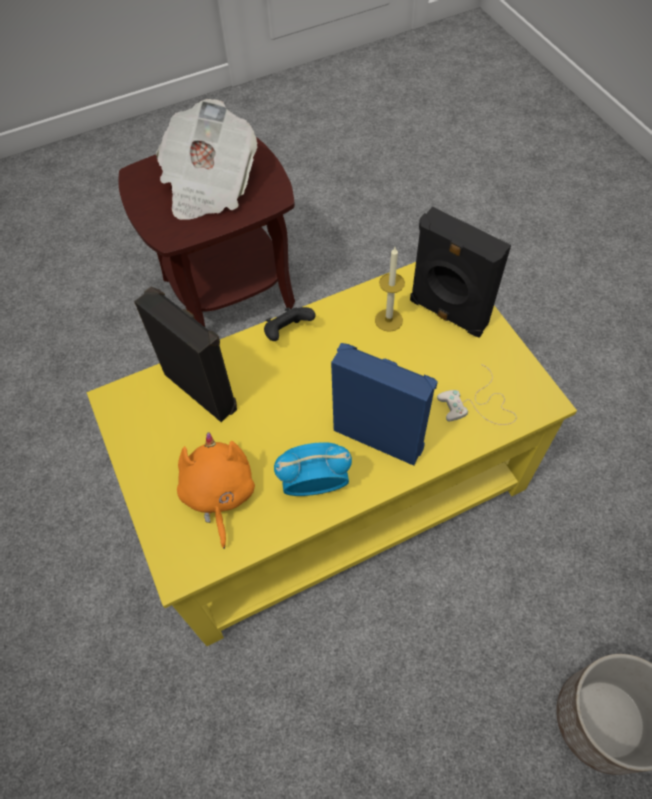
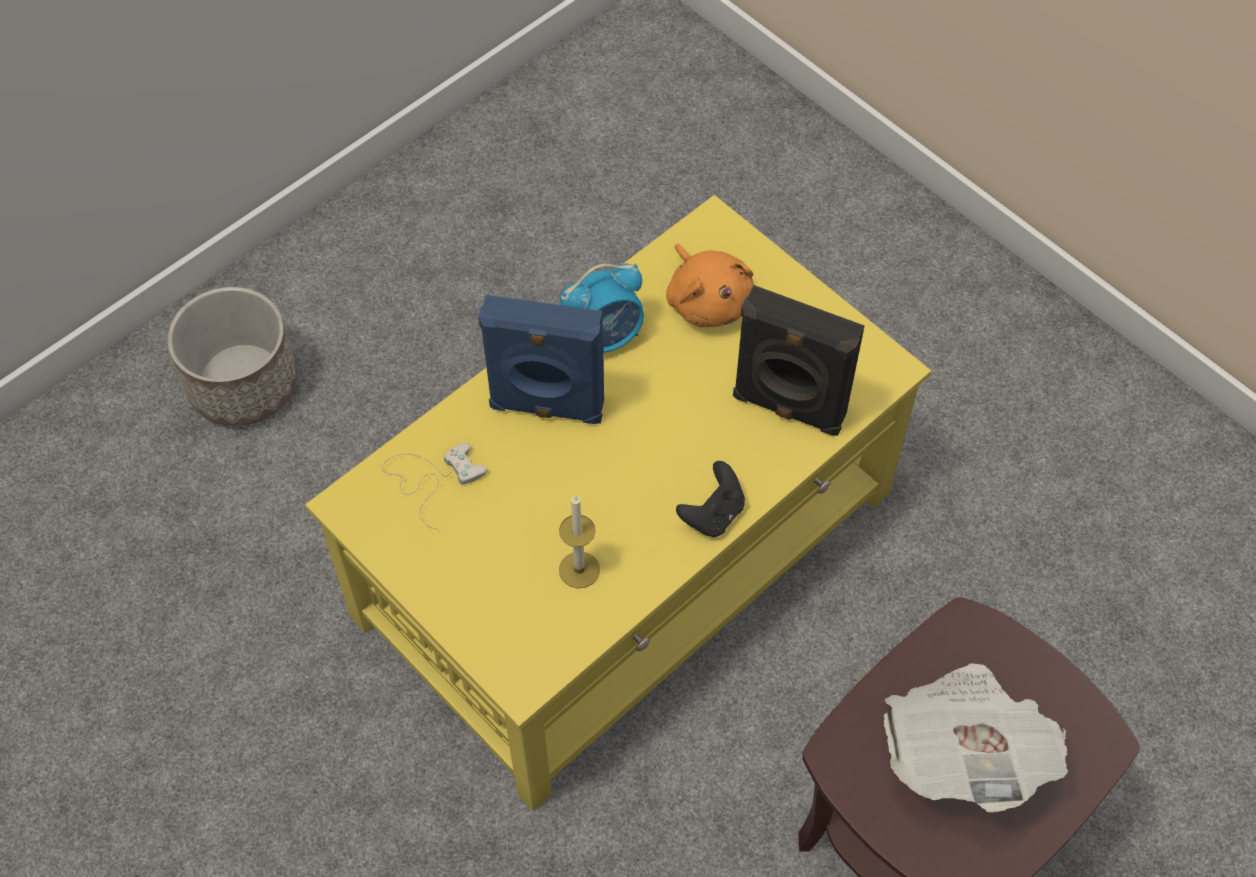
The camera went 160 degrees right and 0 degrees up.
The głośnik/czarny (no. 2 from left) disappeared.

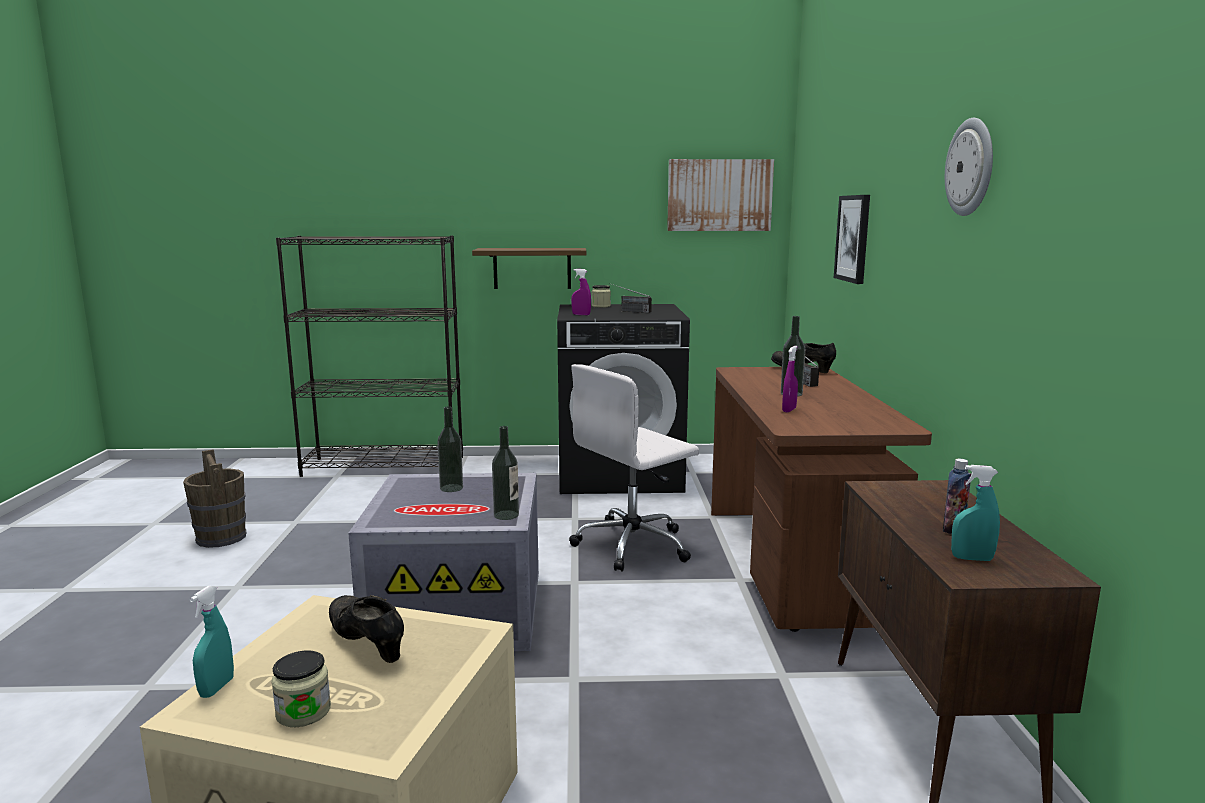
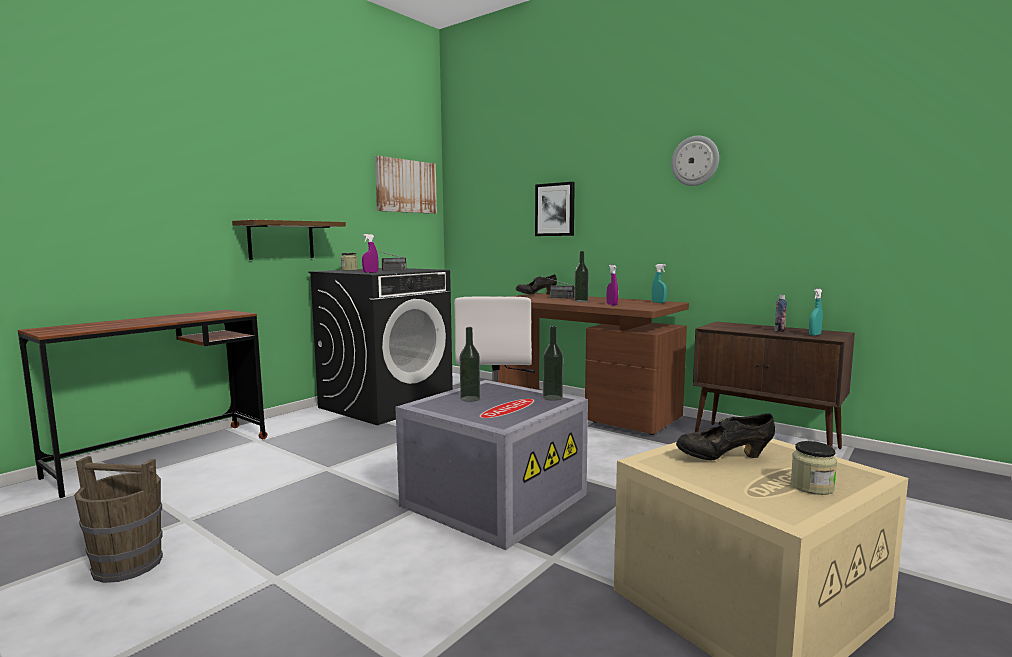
The camera went 50 degrees left and 5 degrees down.
The regał/czarny was replaced by the biurko/brązowy (no. 1 from left).
The spryskiwacz/turkusowy (no. 1 from left) moved.

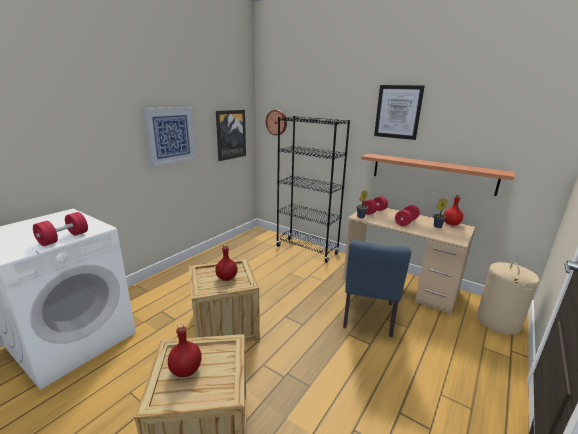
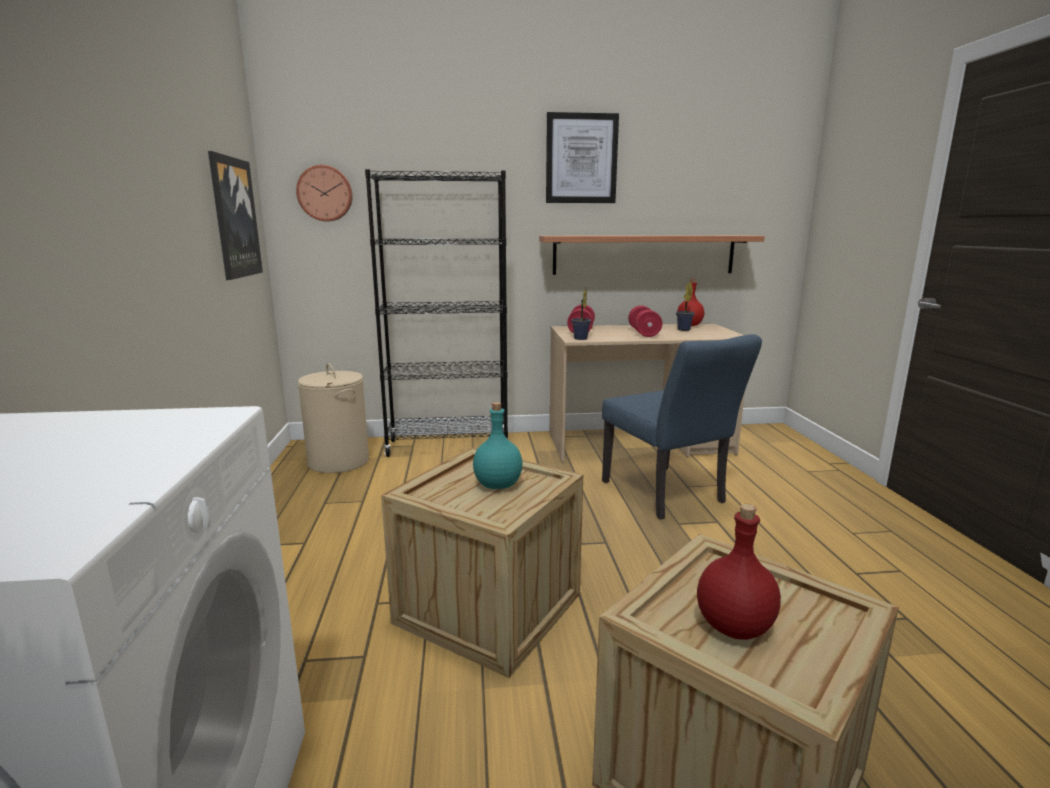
The camera went 40 degrees left and 5 degrees down.
The obraz (no. 1 from left) disappeared.
The hantel/czerwony (no. 1 from left) disappeared.
The butelka/czerwony (no. 2 from left) became the butelka/turkusowy.
The kosz na pranie/beżowy moved.

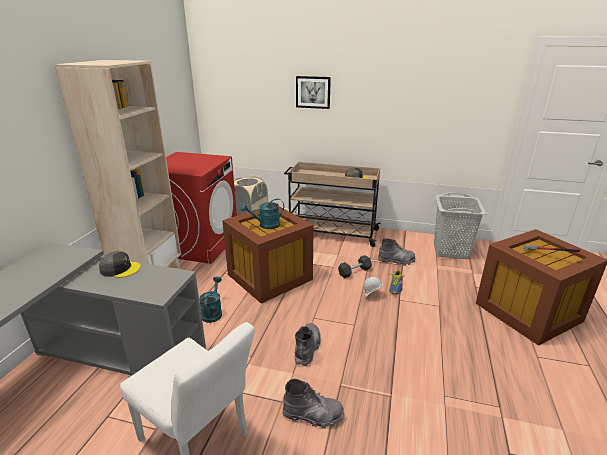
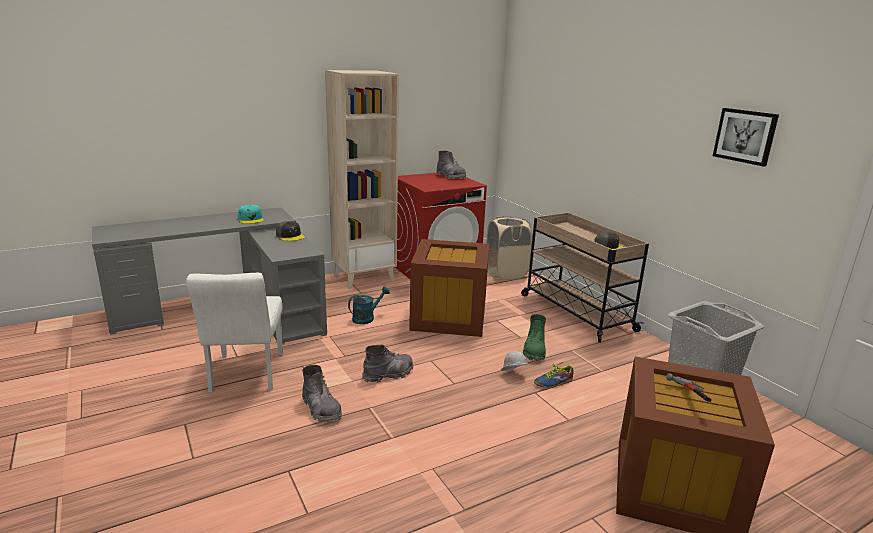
The camera went 45 degrees right and 5 degrees down.
The obraz moved.
The konewka/turkusowy (no. 2 from left) disappeared.
The but z cholewką/szary (no. 3 from left) moved.
The hantel/szary was replaced by the but z cholewką/zielony.
The czapka z daszkiem/turkusowy appeared.

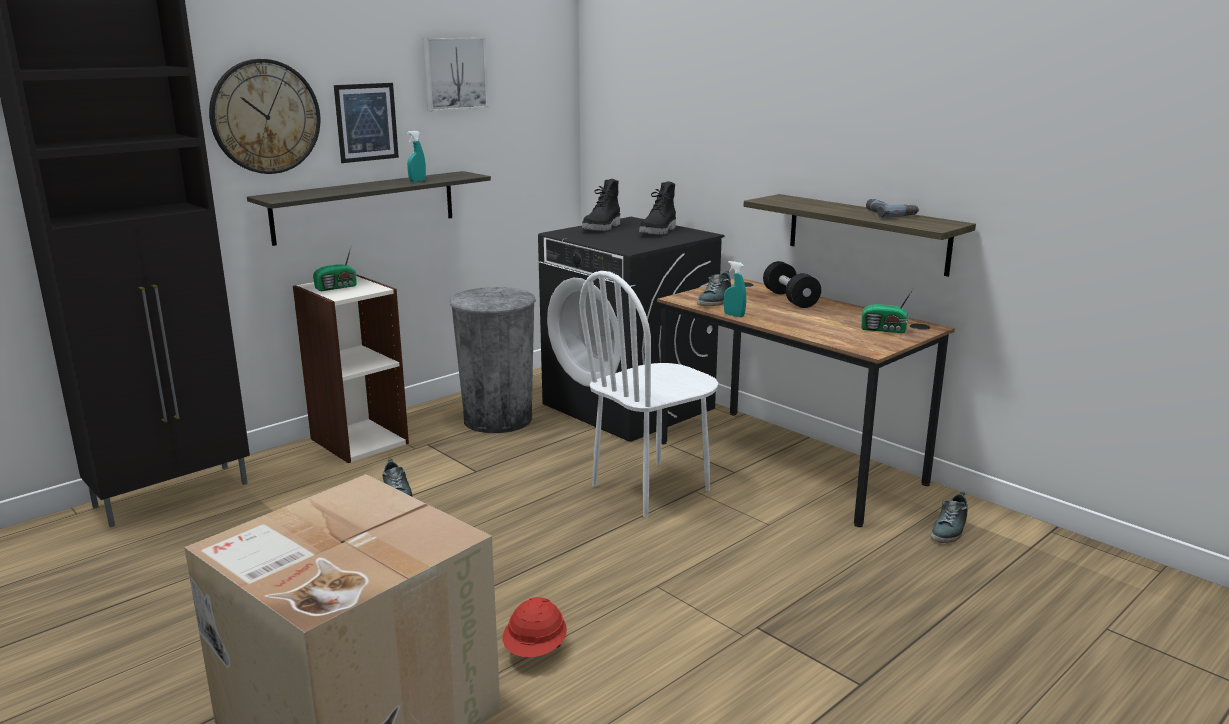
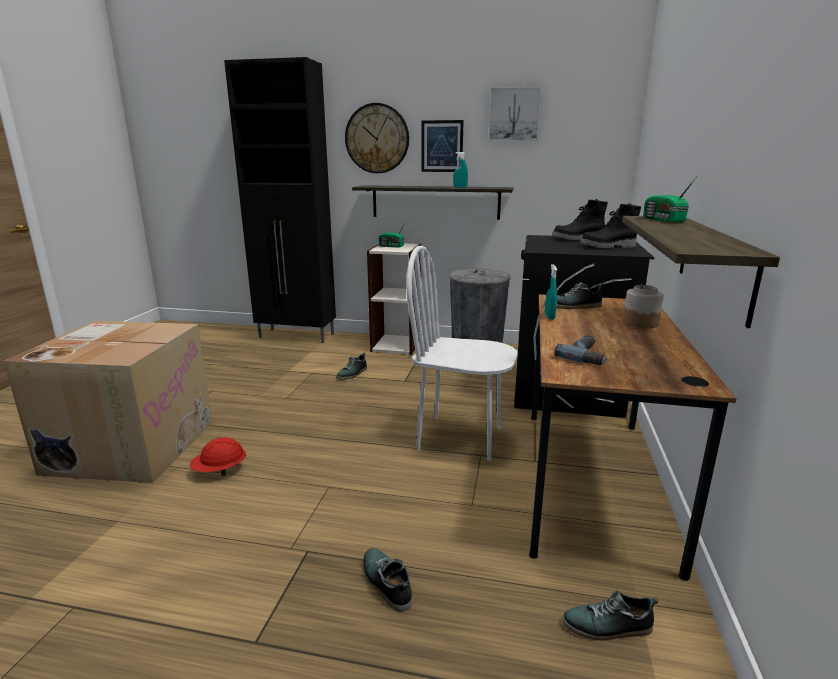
The camera went 55 degrees right and 0 degrees up.
The wiertarka moved.
The hantel/czarny was replaced by the słoik.
The radio (no. 2 from left) moved.
The but (no. 2 from left) appeared.

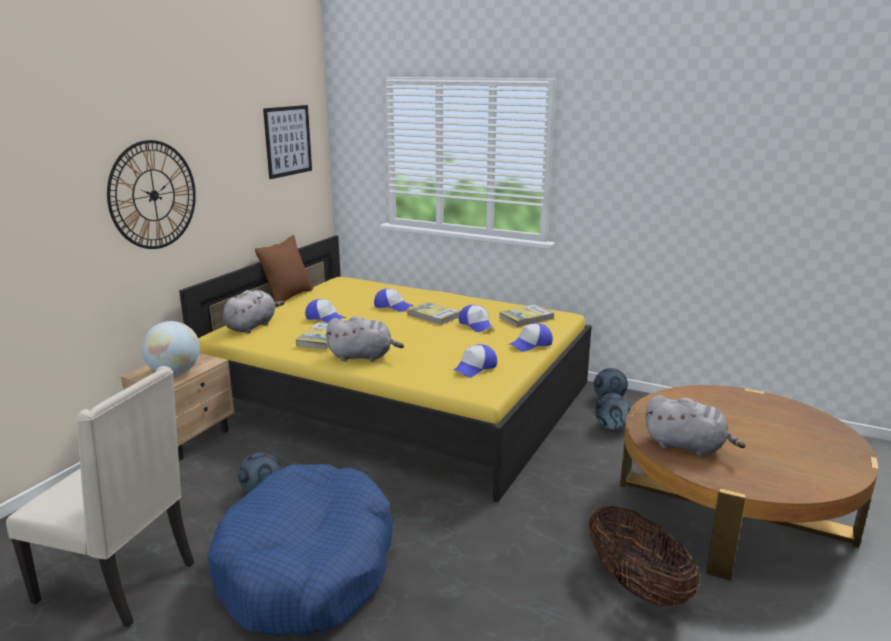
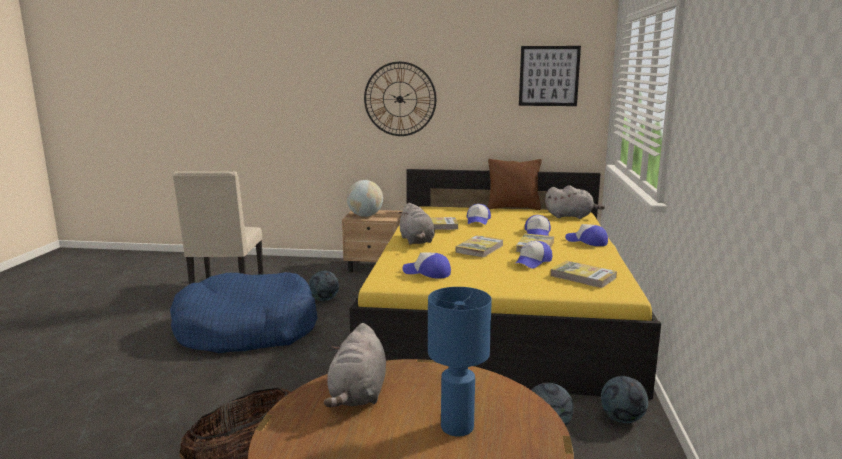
The camera went 70 degrees right and 5 degrees down.
The pluszak/szary (no. 1 from left in the first image) moved.
The czapka z daszkiem (no. 5 from left) moved.
The książka (no. 2 from left) appeared.
The lampa stołowa/niebieski appeared.

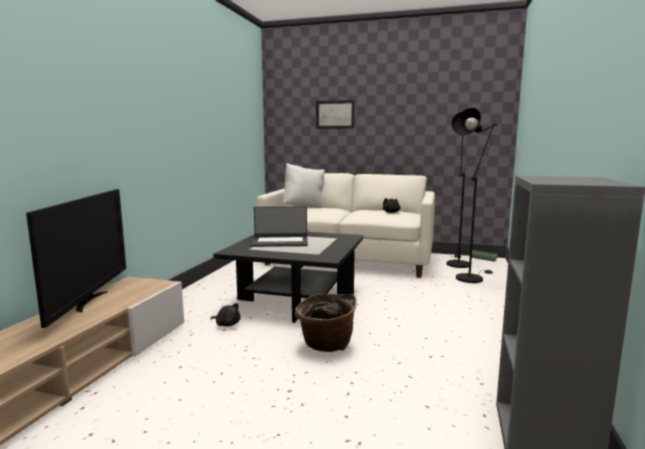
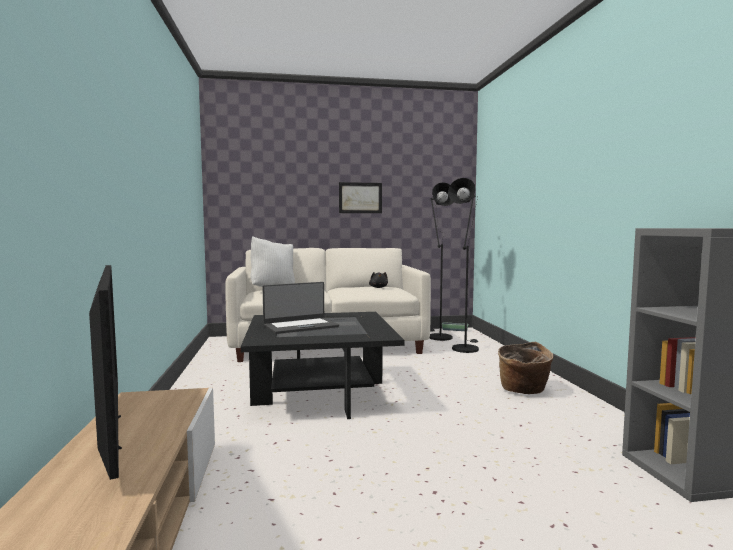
The camera went 25 degrees left and 5 degrees down.
The obraz moved.
The koszyk moved.
The pluszak/czarny (no. 1 from left) disappeared.

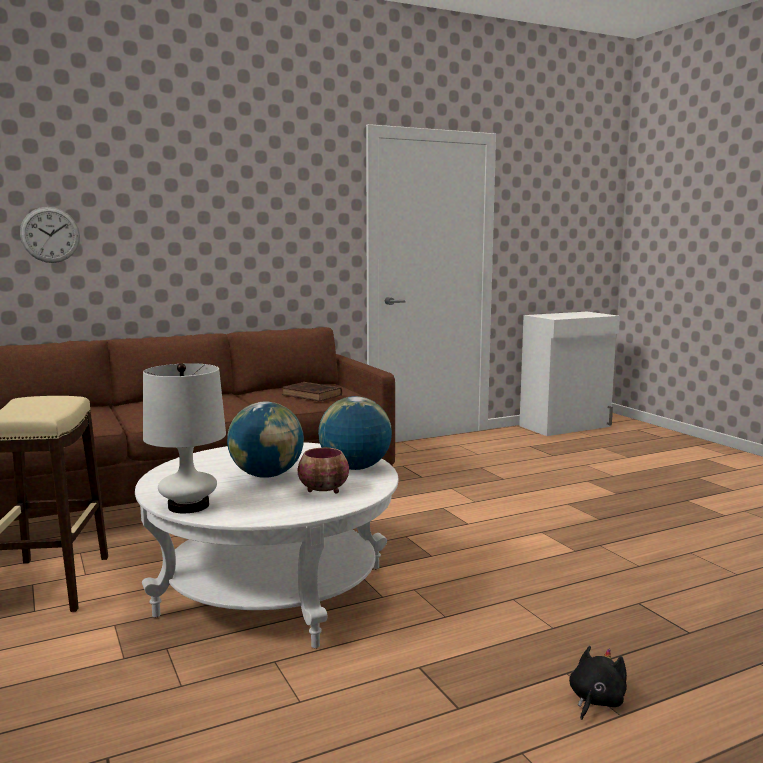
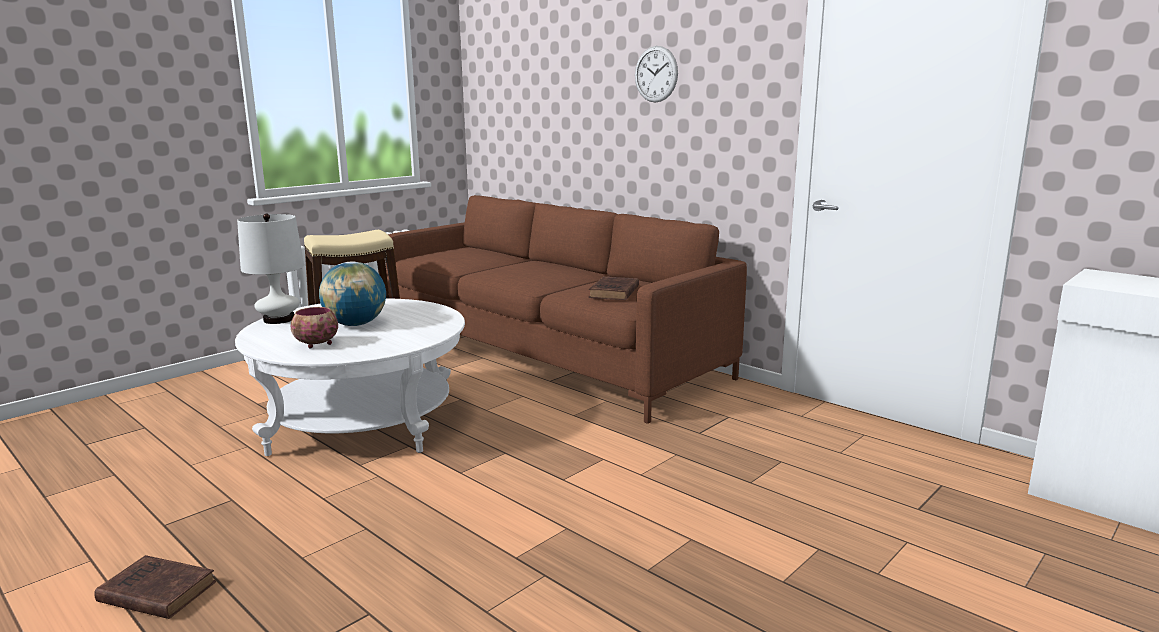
The camera went 70 degrees right and 5 degrees up.
The zegar ścienny moved.
The globus (no. 2 from left) disappeared.
The pluszak/czarny was replaced by the książka/brązowy (no. 1 from left).

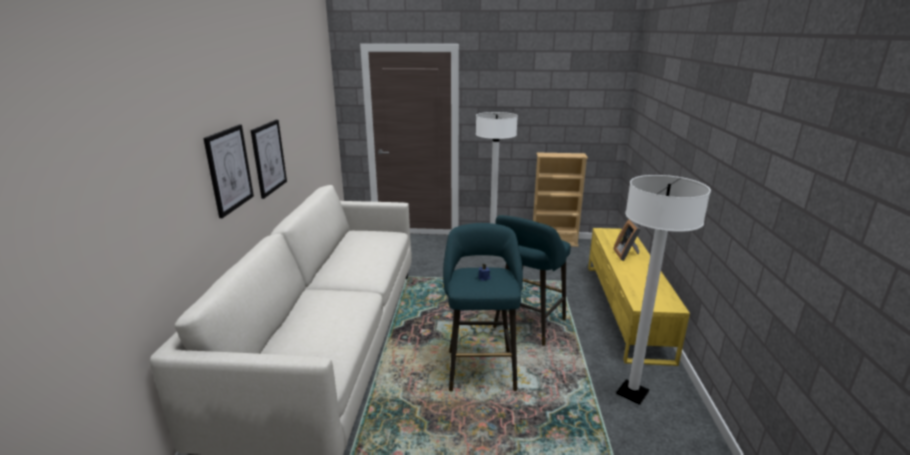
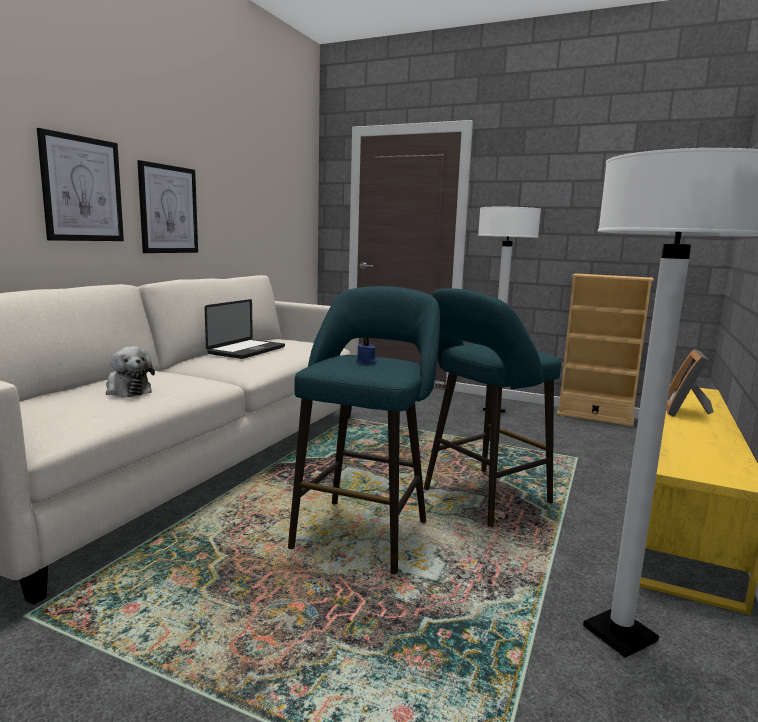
The camera went 20 degrees right and 10 degrees down.
The laptop appeared.
The pluszak appeared.

